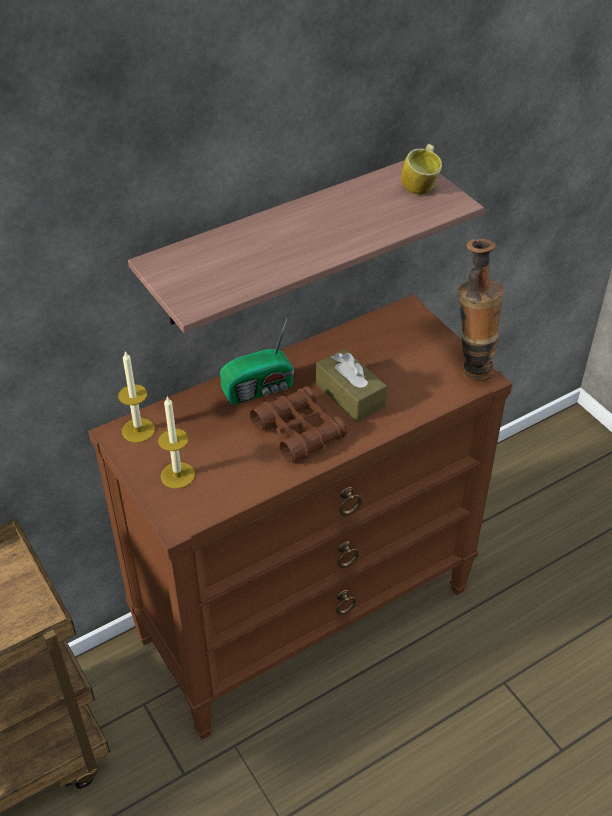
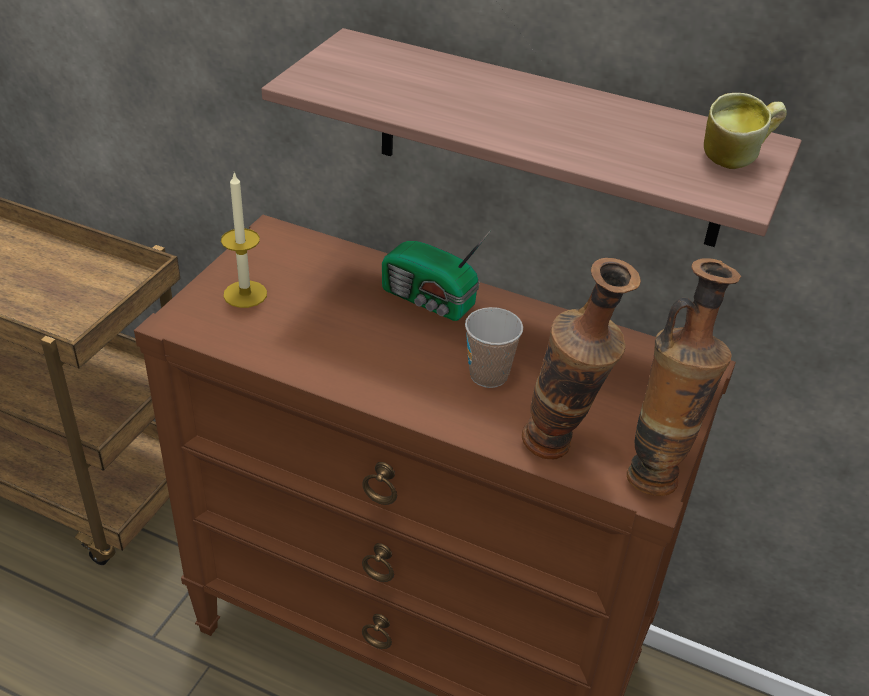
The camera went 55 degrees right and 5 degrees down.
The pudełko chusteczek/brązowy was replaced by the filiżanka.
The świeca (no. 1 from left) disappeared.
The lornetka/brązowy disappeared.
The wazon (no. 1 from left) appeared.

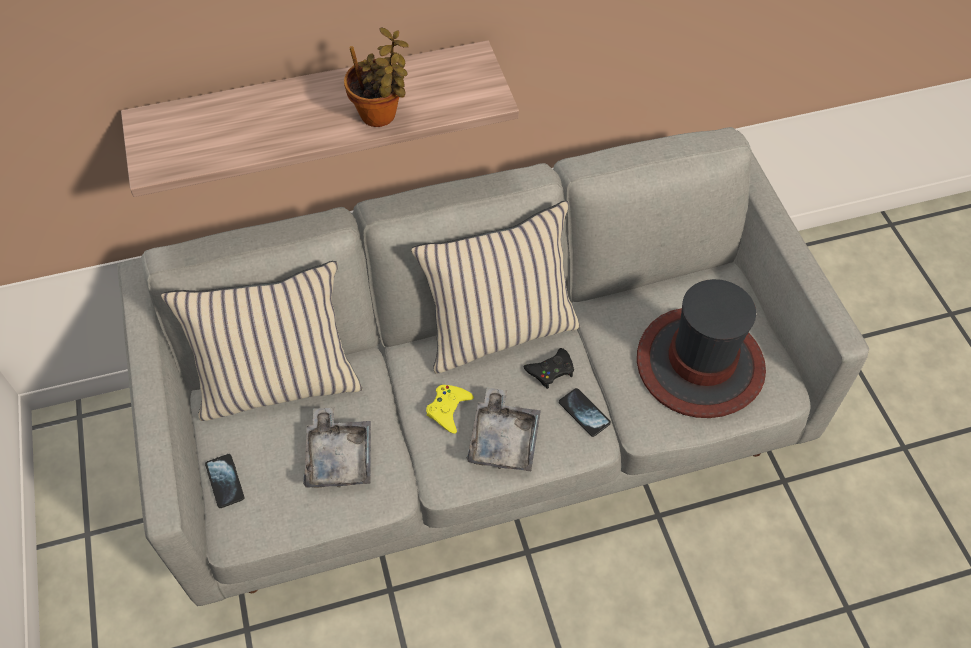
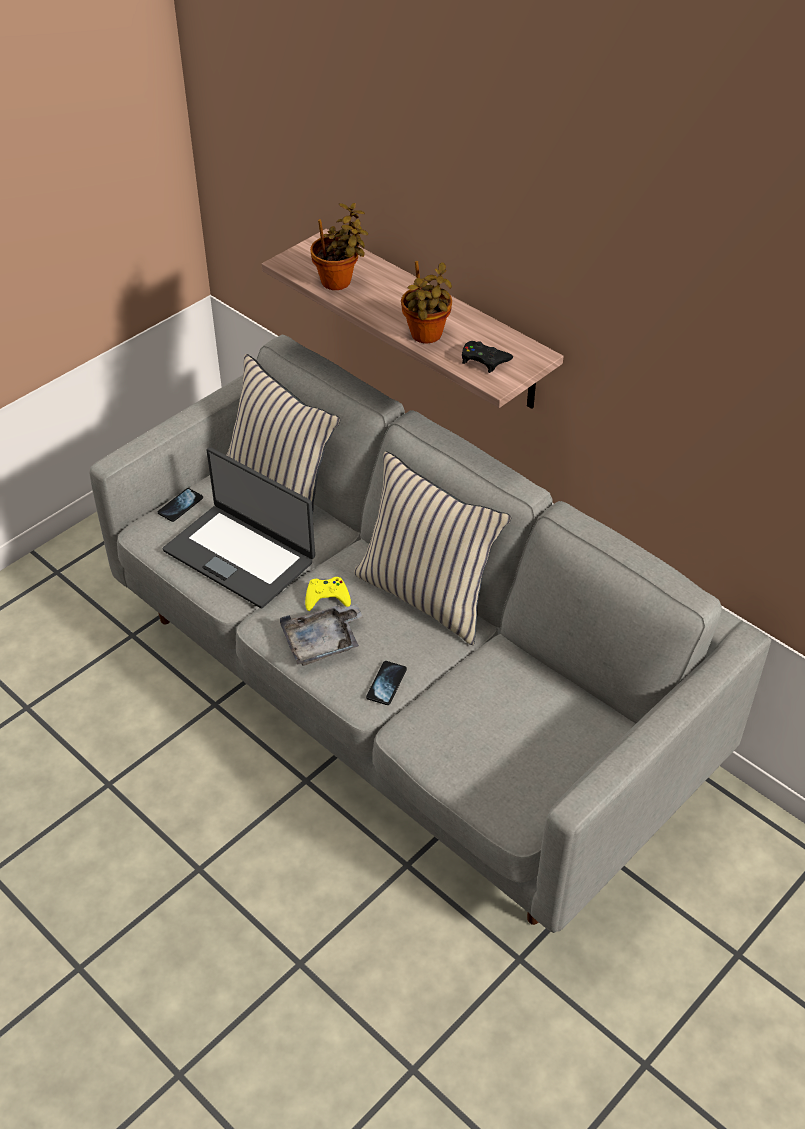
The camera went 60 degrees right and 10 degrees down.
The kapelusz disappeared.
The pad do gier/czarny moved.
The taca/szary (no. 1 from left) was replaced by the laptop.
The roślina doniczkowa (no. 1 from left) appeared.

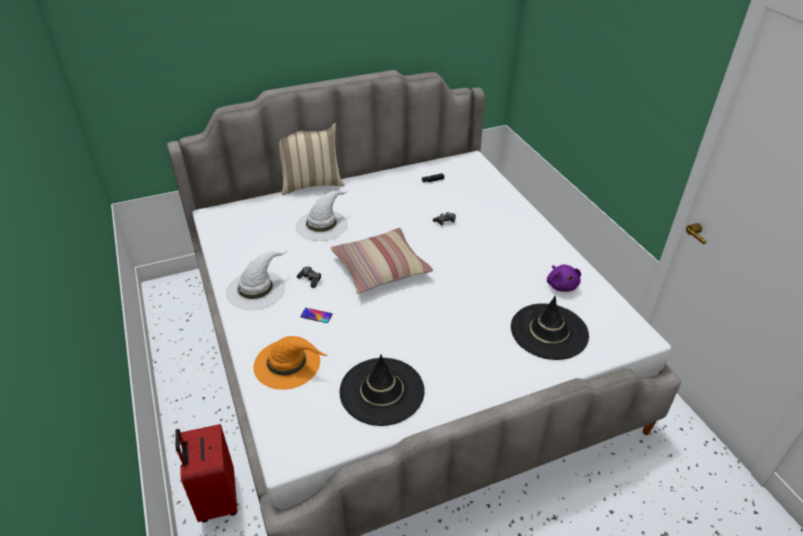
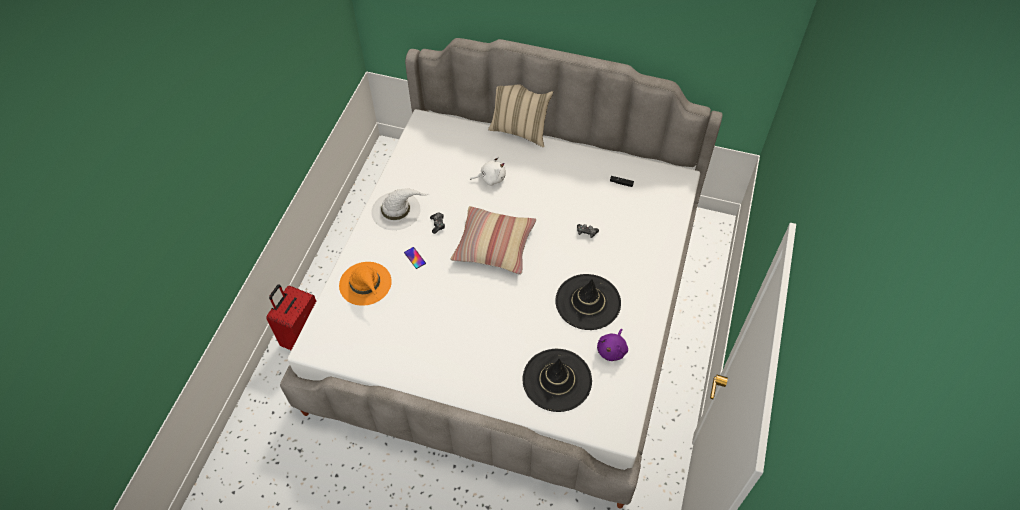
The camera went 40 degrees right and 15 degrees up.
The kapelusz/biały (no. 2 from left) was replaced by the pluszak/biały.
The kapelusz/czarny (no. 1 from left in the first image) moved.

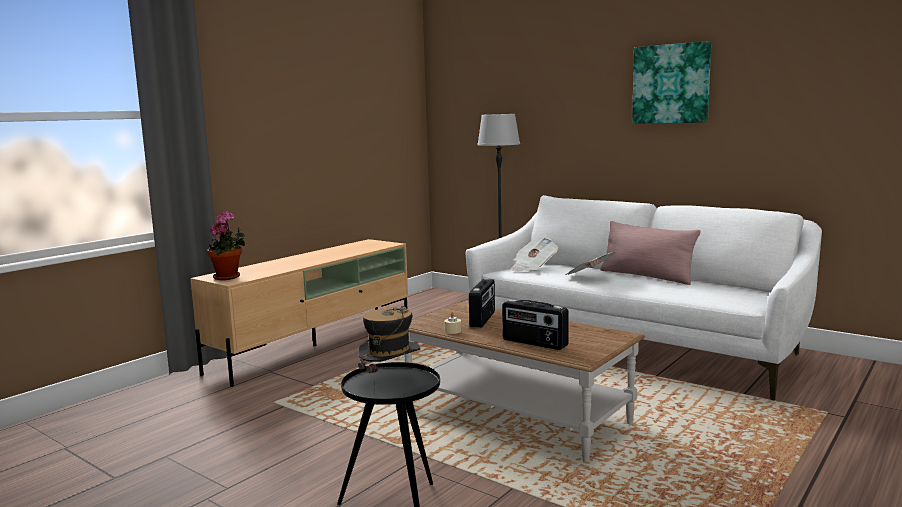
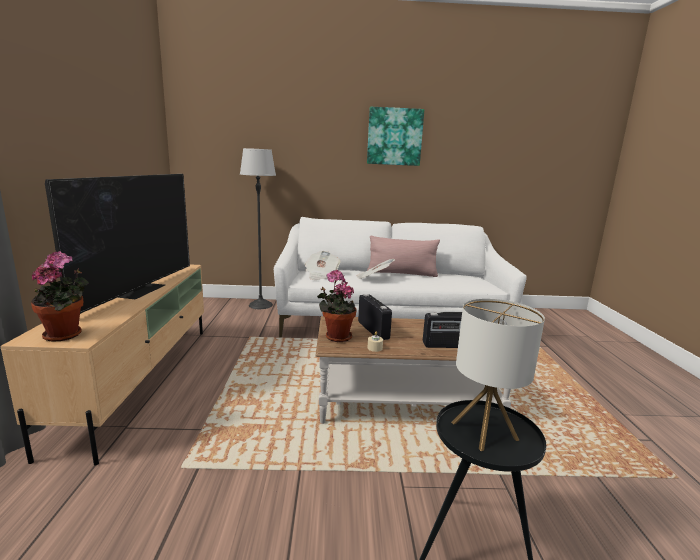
The camera went 40 degrees left and 5 degrees up.
The kapelusz was replaced by the lampa stołowa.
The telewizor appeared.
The roślina doniczkowa (no. 2 from left) appeared.

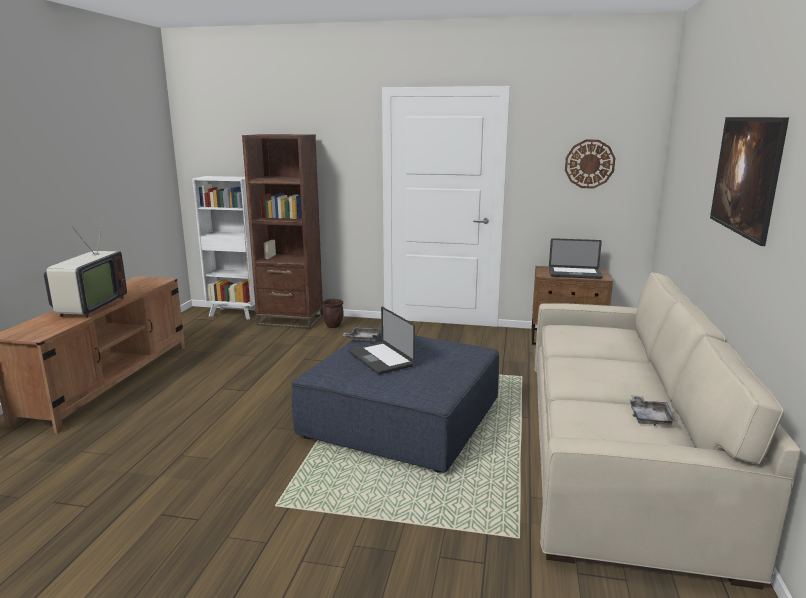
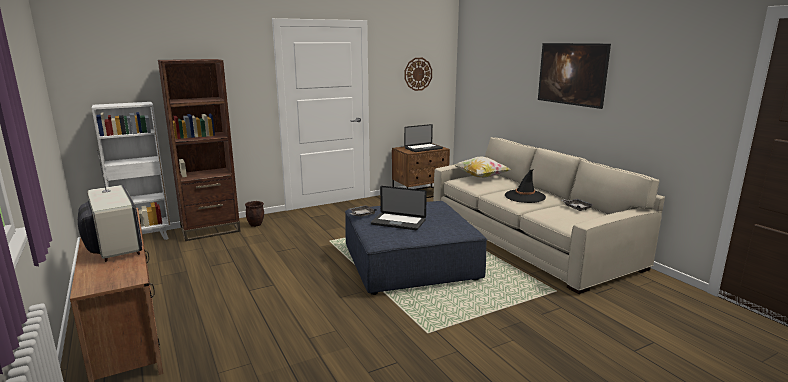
The camera went 40 degrees left and 0 degrees up.
The poduszka appeared.
The kapelusz/czarny appeared.

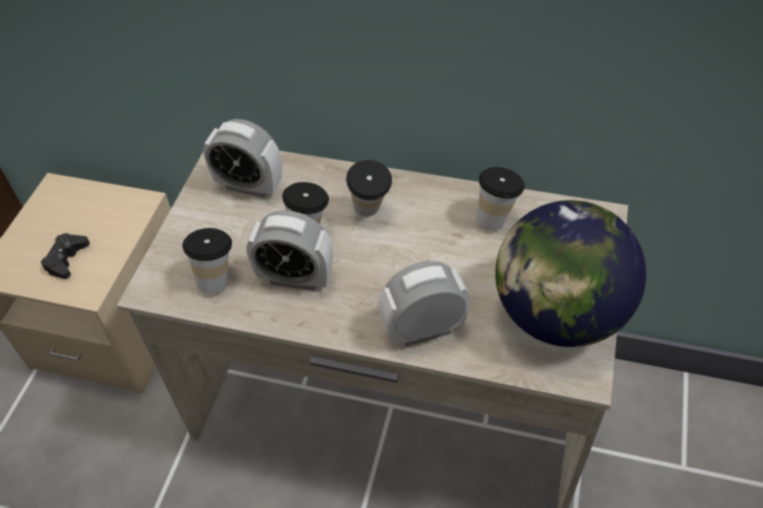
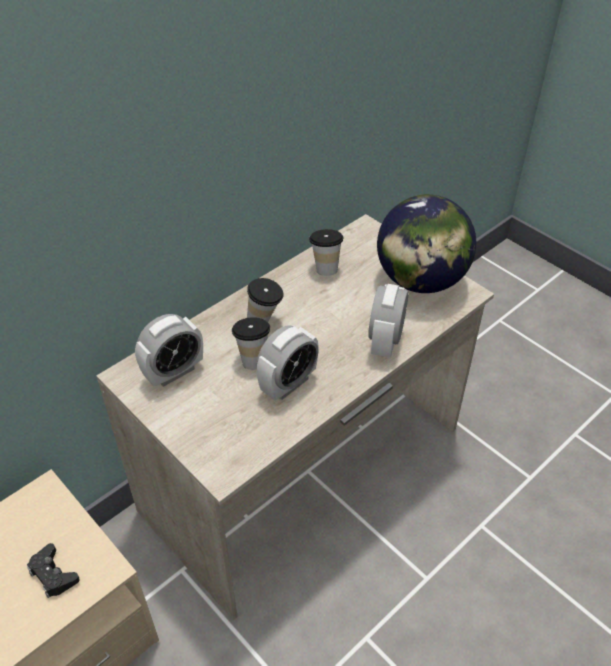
The camera went 60 degrees left and 5 degrees down.
The filiżanka (no. 1 from left) disappeared.

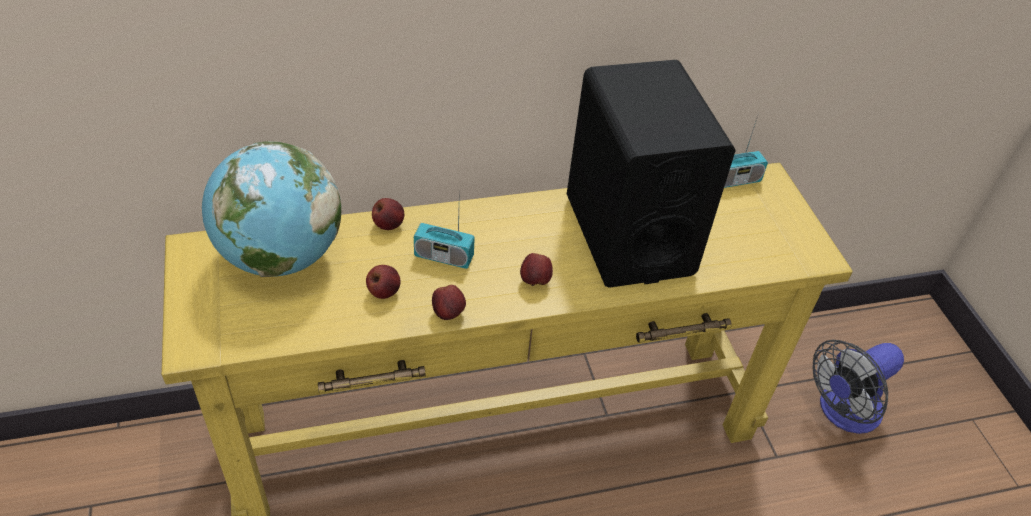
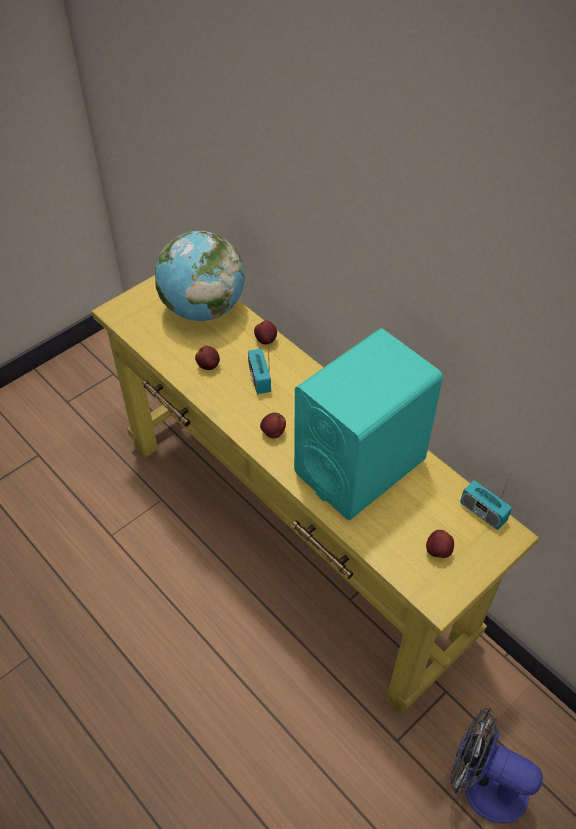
The camera went 65 degrees right and 5 degrees up.
The głośnik/czarny became the głośnik/turkusowy.
The jabłko (no. 3 from left in the first image) moved.

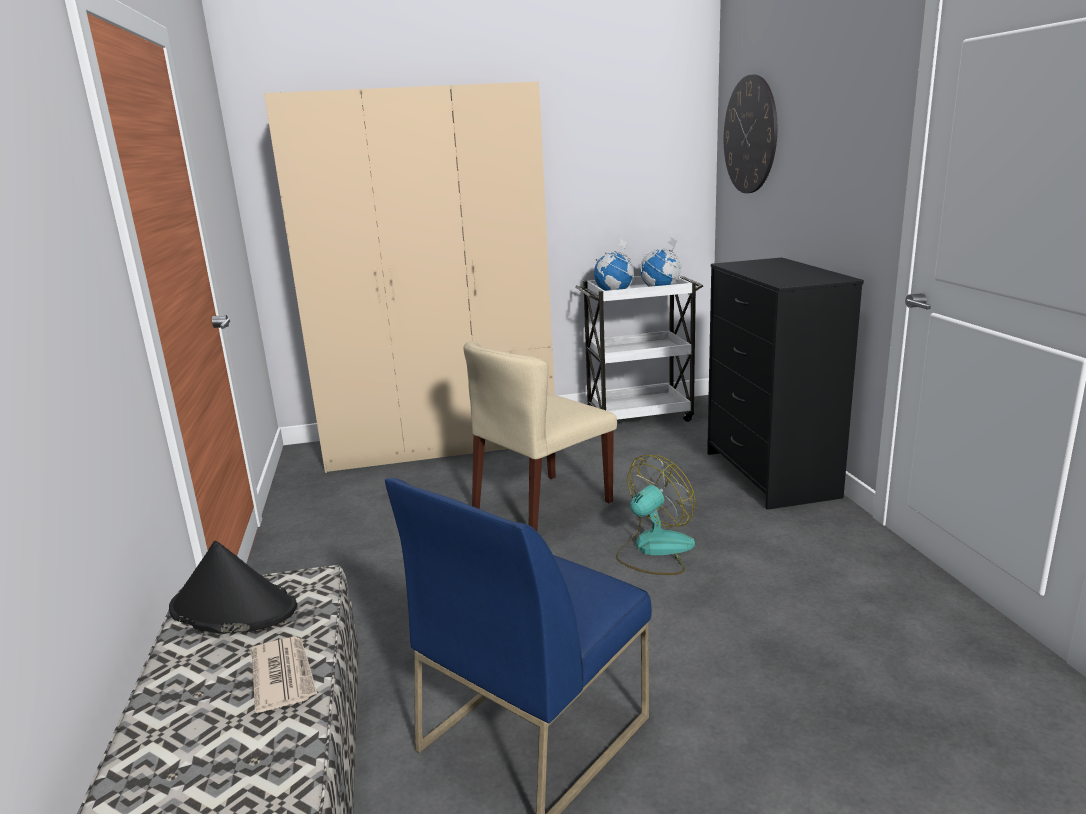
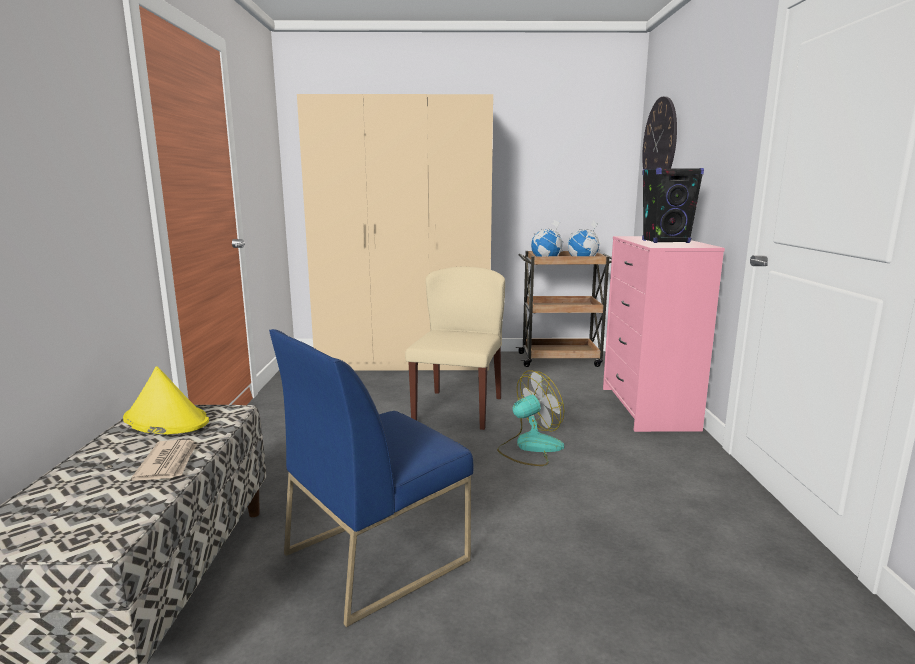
The camera went 10 degrees right and 5 degrees down.
The komoda/czarny became the komoda/różowy.
The wózek/biały became the wózek/brązowy.
The krzesło/beżowy turned 135 degrees clockwise.
The kapelusz/czarny became the kapelusz/żółty.
The głośnik/czarny appeared.

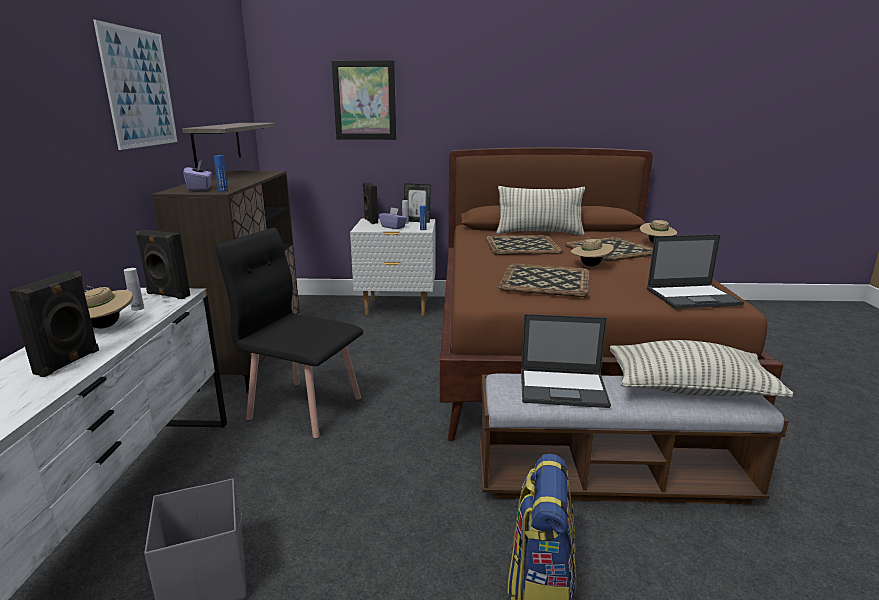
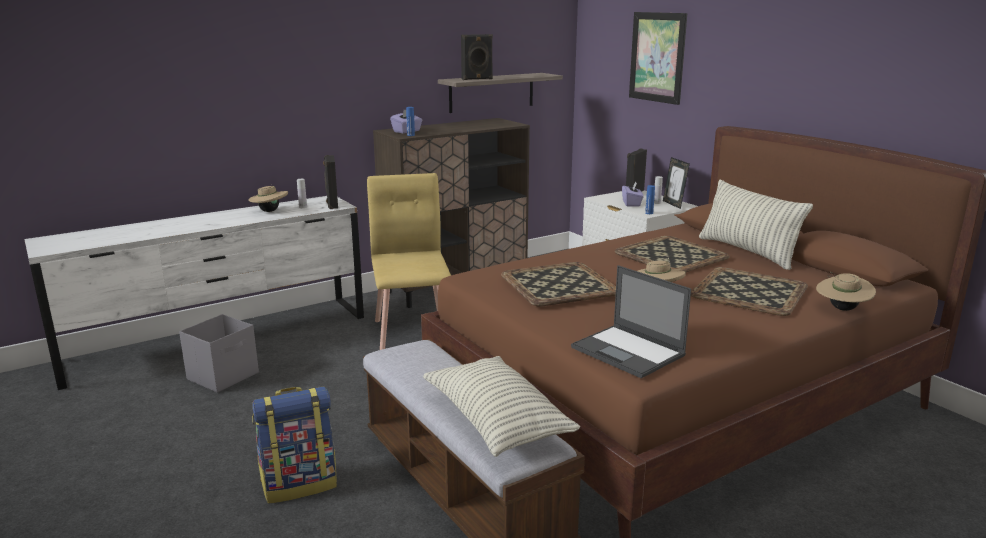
The camera went 55 degrees right and 0 degrees up.
The obraz (no. 1 from left) disappeared.
The krzesło/czarny became the krzesło/żółty.
The głośnik/czarny (no. 1 from left in the first image) moved.
The laptop (no. 1 from left) disappeared.

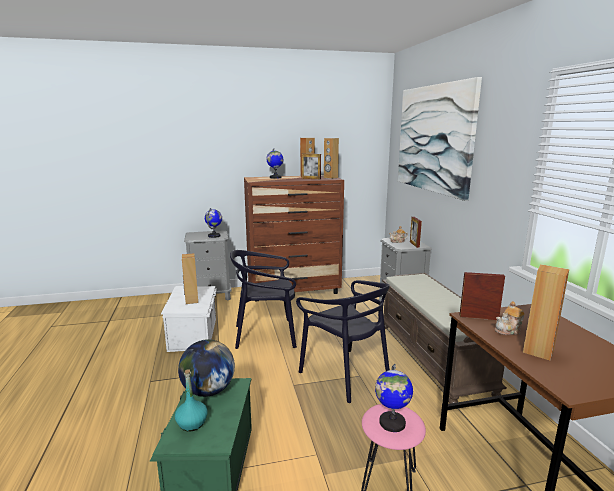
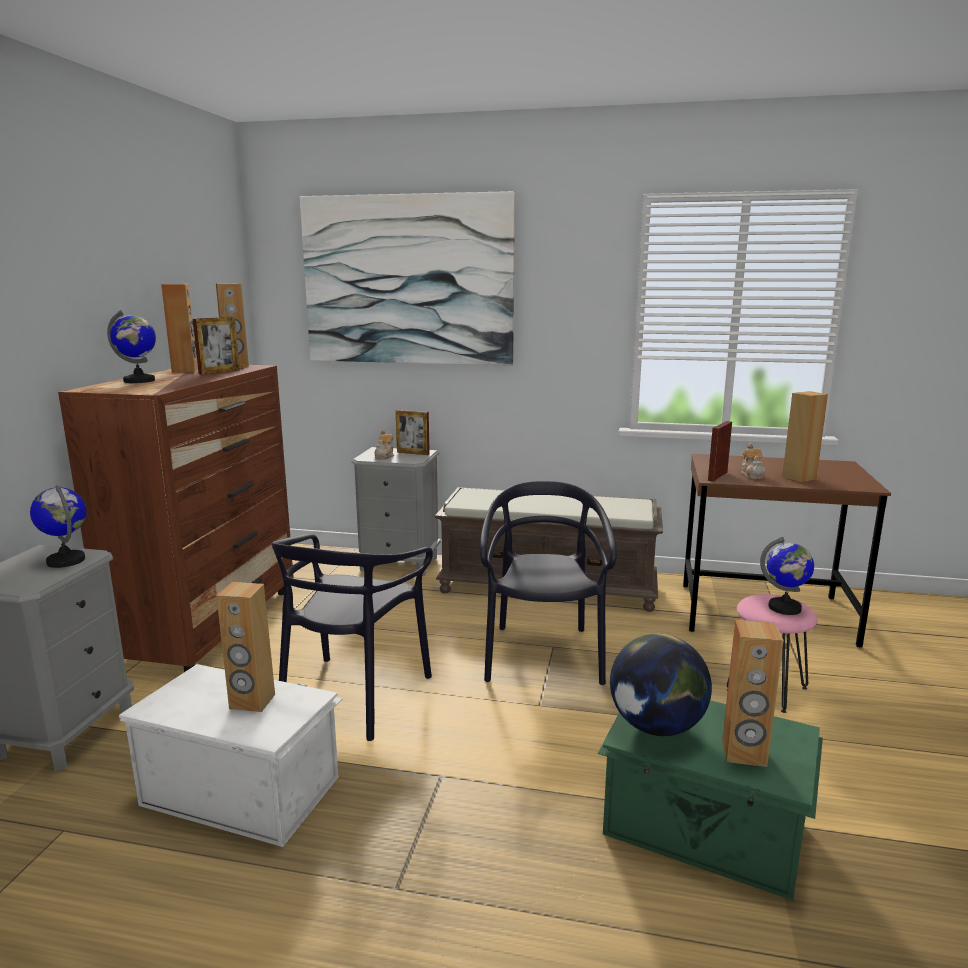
The camera went 65 degrees left and 0 degrees up.
The krzesło/czarny (no. 2 from left) turned 75 degrees counterclockwise.
The butelka/turkusowy was replaced by the głośnik/brązowy (no. 4 from left).

